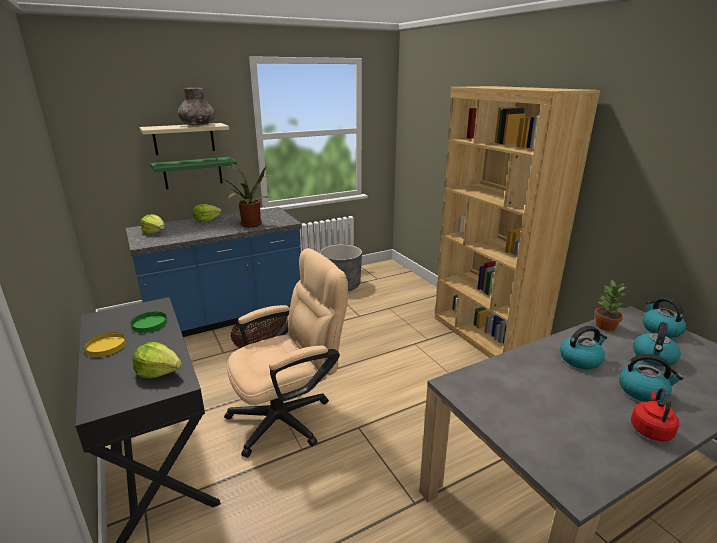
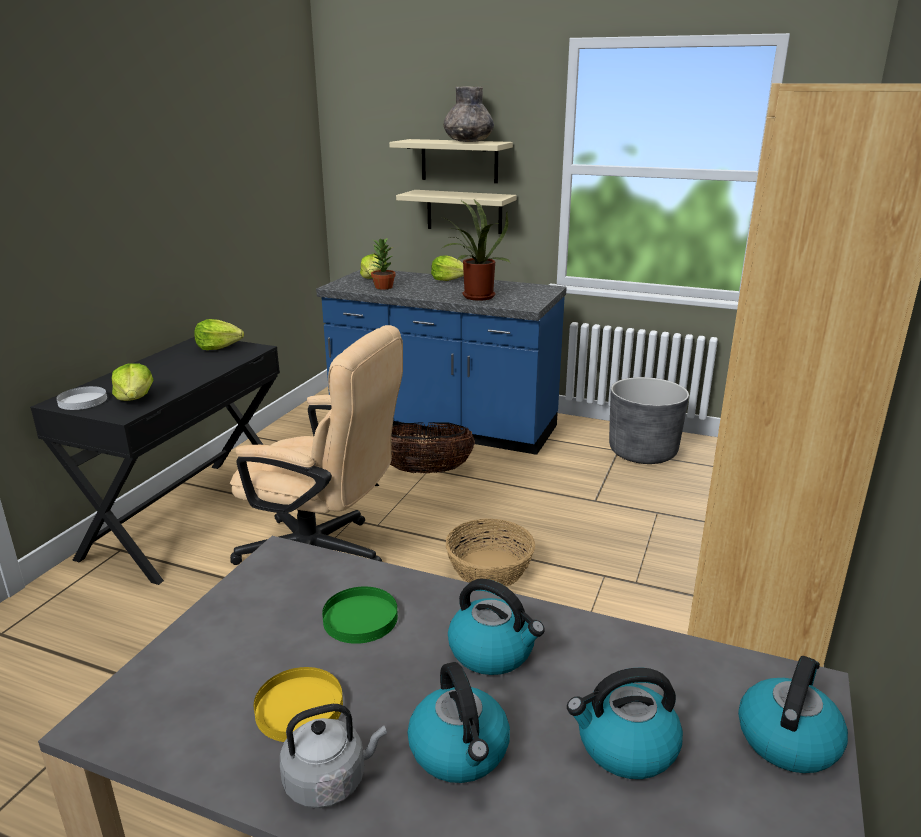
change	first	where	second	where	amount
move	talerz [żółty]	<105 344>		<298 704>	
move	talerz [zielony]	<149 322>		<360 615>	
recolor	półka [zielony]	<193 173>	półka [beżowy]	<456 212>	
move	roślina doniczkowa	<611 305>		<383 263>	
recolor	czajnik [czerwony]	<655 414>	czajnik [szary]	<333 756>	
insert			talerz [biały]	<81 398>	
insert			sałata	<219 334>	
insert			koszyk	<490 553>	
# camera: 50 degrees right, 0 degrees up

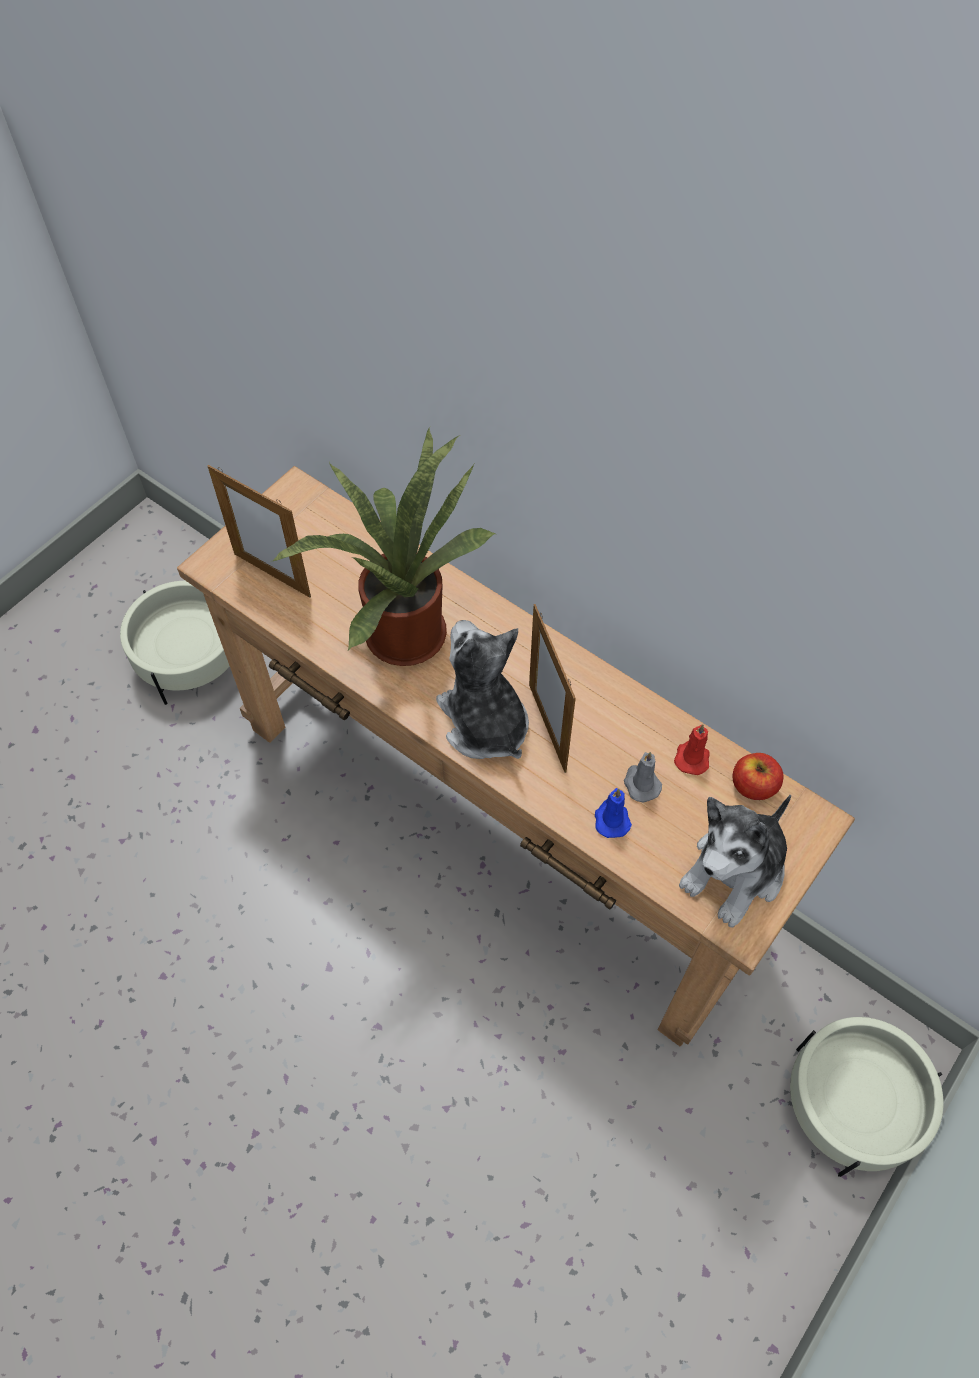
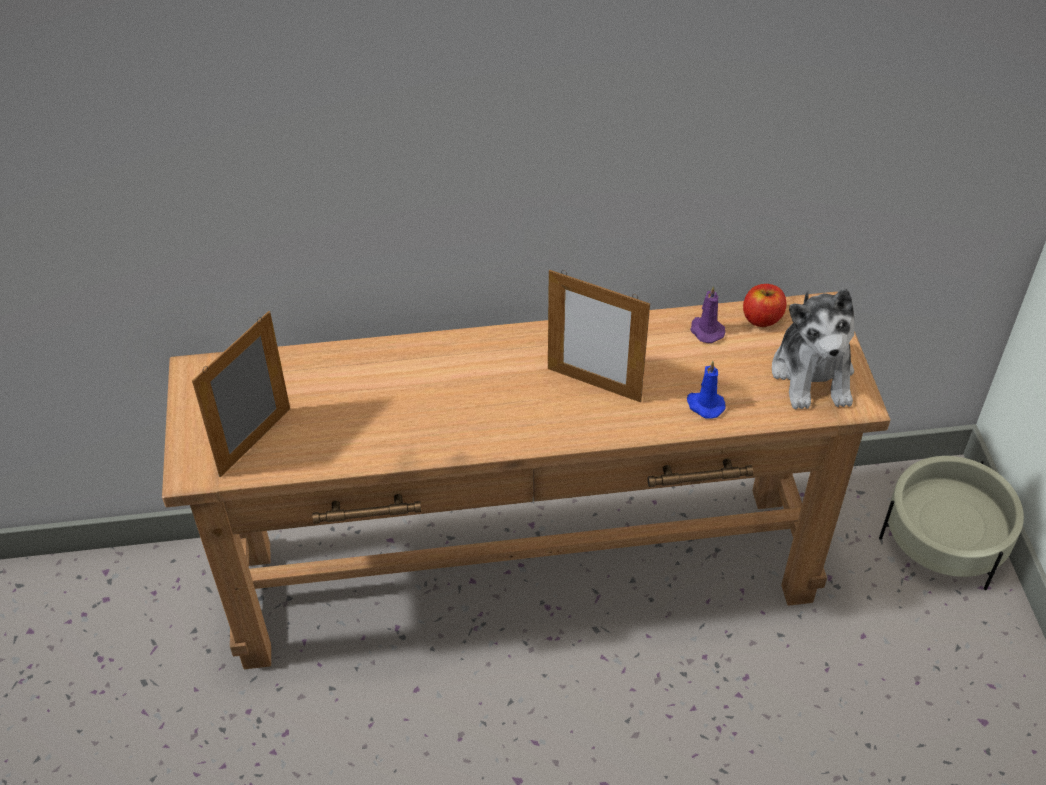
change	first	where	second	where	amount
delete	donica [beżowy]	<175 643>			
rotate	ramka na zdjęcie	<259 531>		<241 394>	135 degrees clockwise
delete	roślina doniczkowa	<384 546>			
delete	pluszak	<482 689>			
delete	świeca [szary]	<643 777>			
recolor	świeca [czerwony]	<691 749>	świeca [fioletowy]	<707 314>	
# camera: 45 degrees left, 10 degrees down

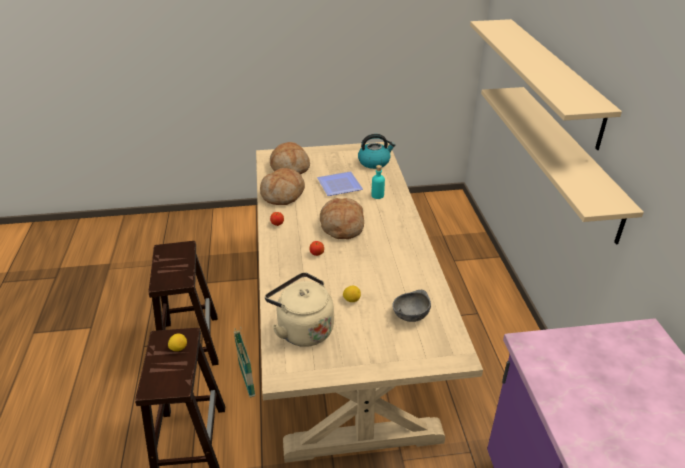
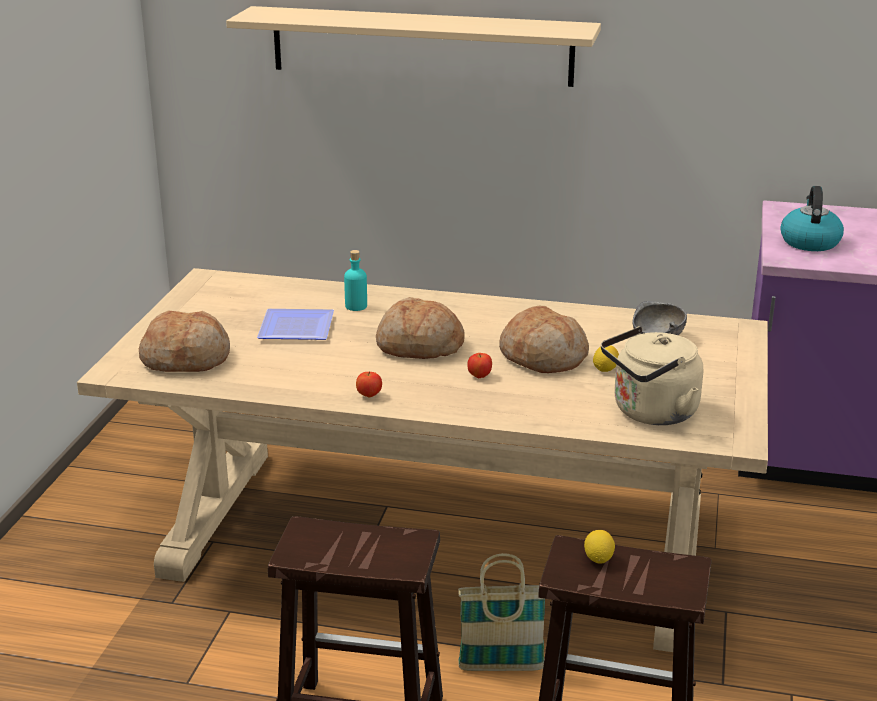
change	first	where	second	where	amount
move	chleb	<282 186>		<544 339>	
move	czajnik	<376 151>		<812 218>	
delete	półka [beżowy]	<562 165>			
# camera: 70 degrees left, 10 degrees down

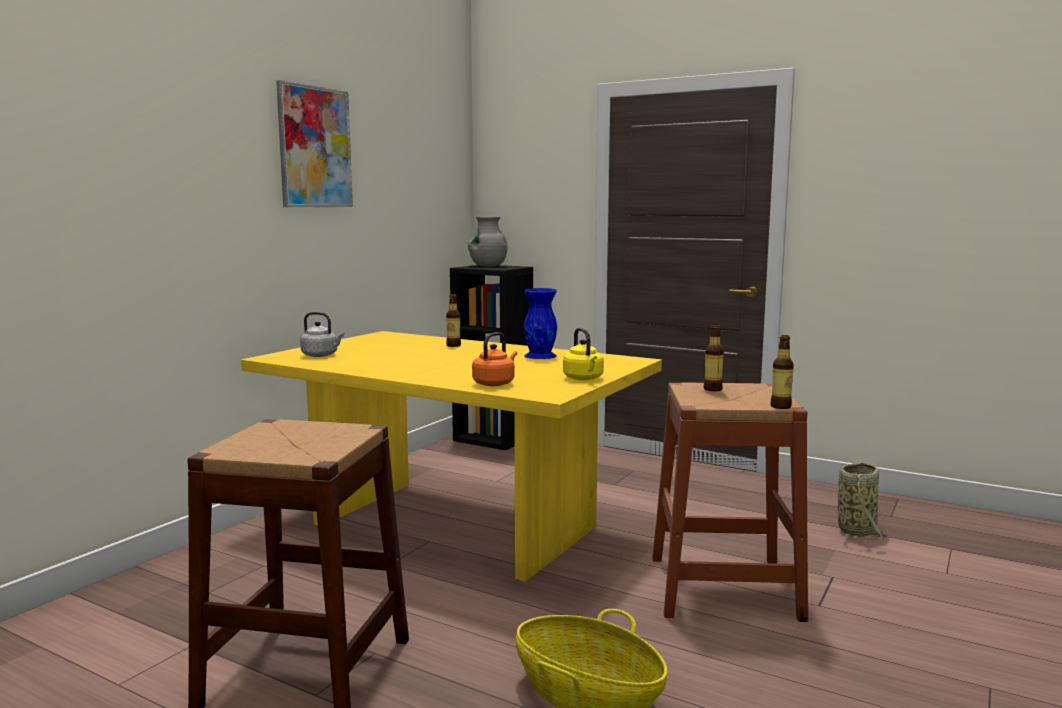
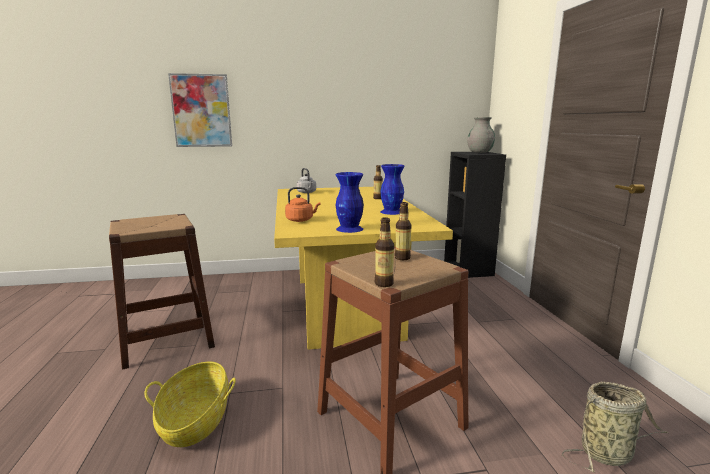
change	first	where	second	where	amount
move	obraz	<314 143>		<200 110>	
replace	czajnik [żółty]	<583 354>	wazon [niebieski]	<350 202>	
# camera: 50 degrees right, 5 degrees up

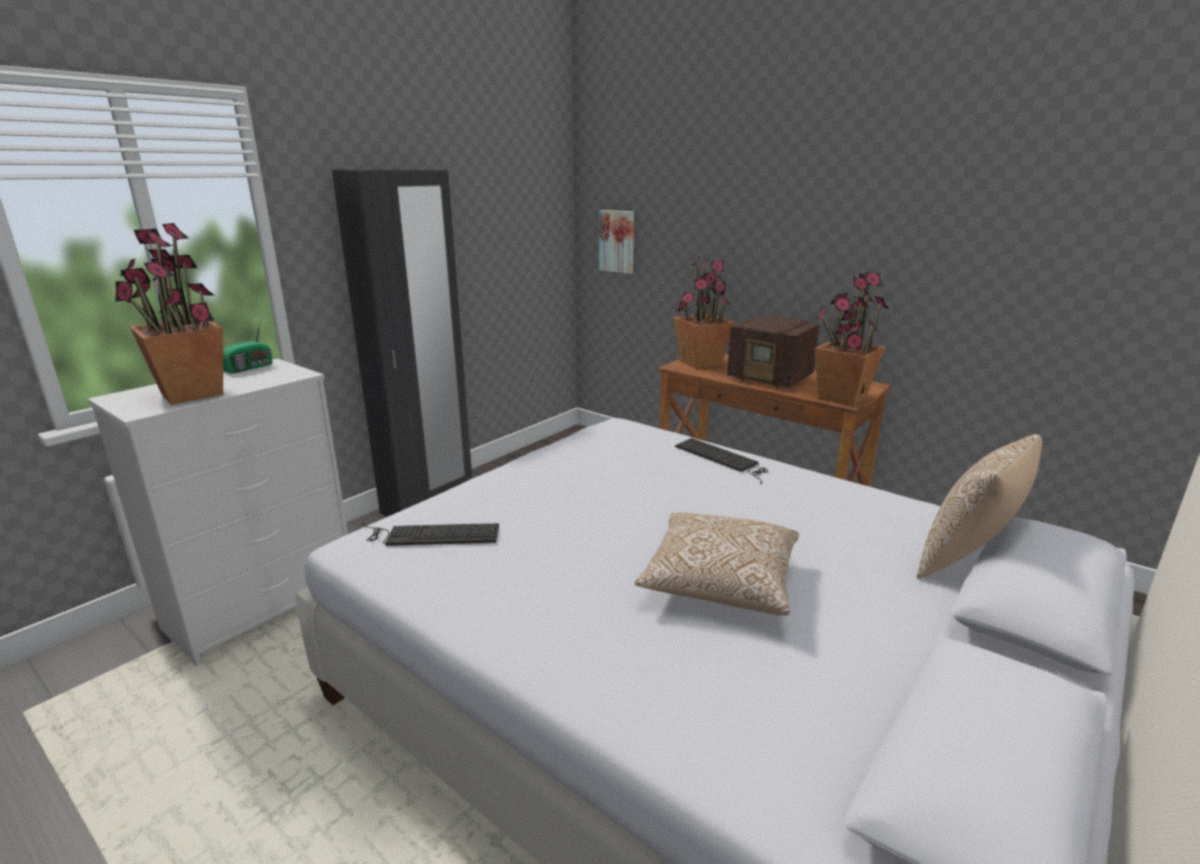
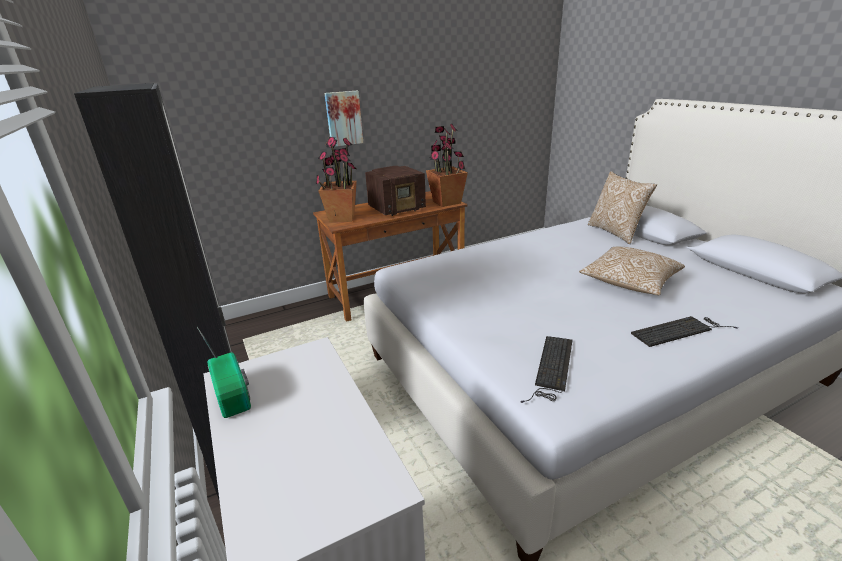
change	first	where	second	where	amount
delete	roślina doniczkowa	<169 314>			
move	obraz	<616 242>		<343 119>	
move	klawiatura	<722 461>		<684 331>	
# camera: 65 degrees left, 5 degrees up

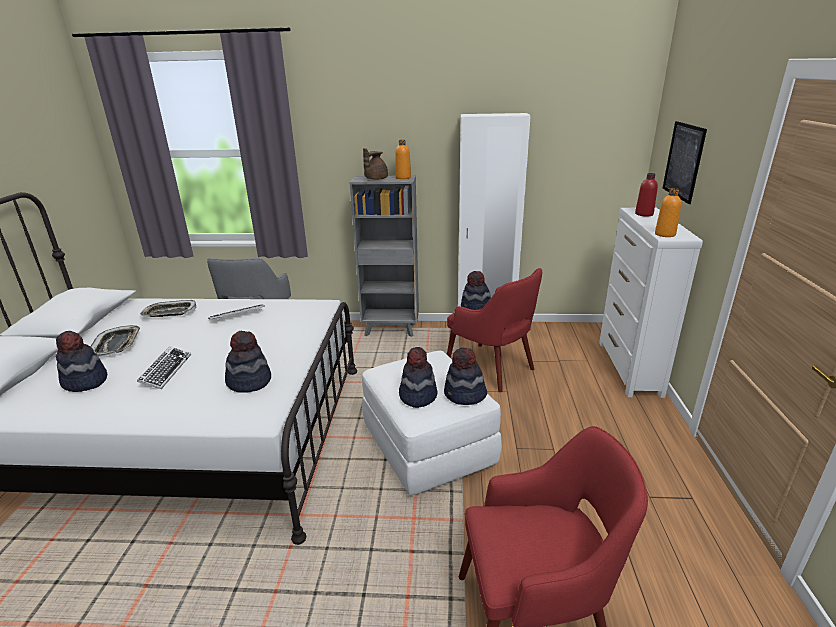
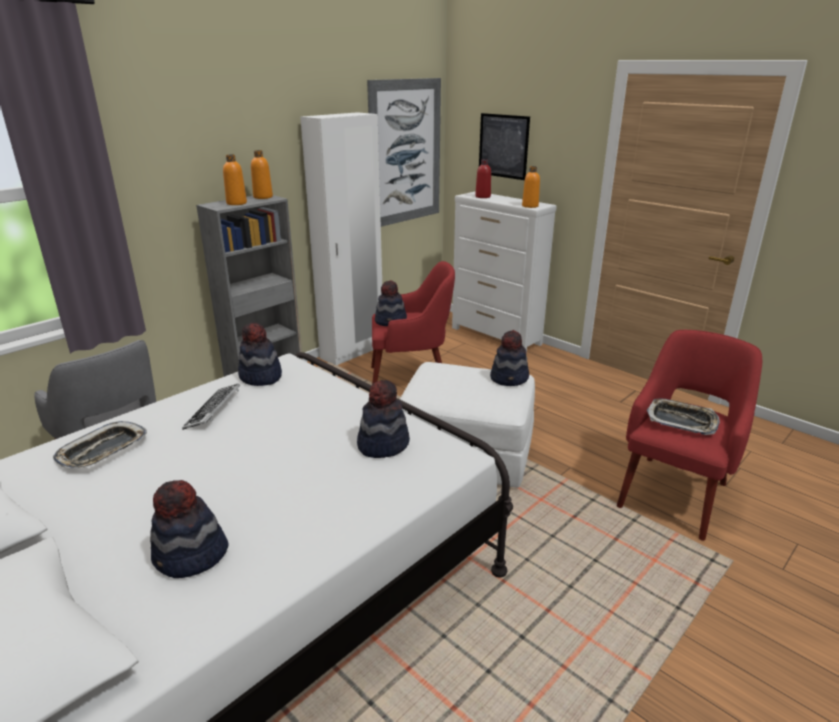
change	first	where	second	where	amount
move	taca	<115 340>		<683 417>	
delete	klawiatura	<164 367>			
replace	imbryk [brązowy]	<375 164>	butelka [pomarańczowy]	<235 179>	
move	kapelusz	<418 377>		<260 354>	
insert			obraz	<404 152>	
# camera: 50 degrees left, 0 degrees up

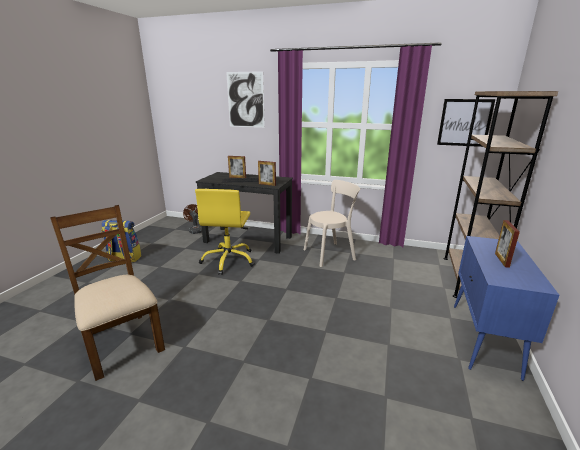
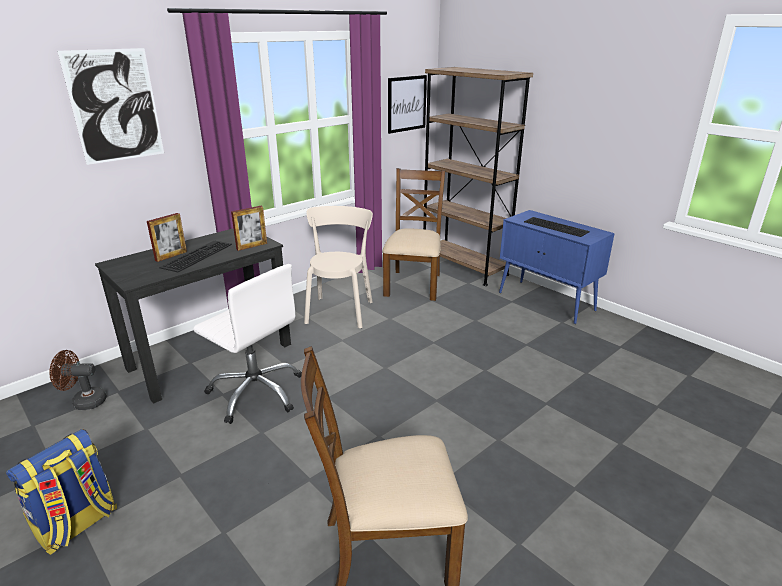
change	first	where	second	where	amount
recolor	krzesło biurowe [żółty]	<225 232>	krzesło biurowe [biały]	<247 344>	
replace	ramka na zdjęcie	<507 244>	klawiatura	<557 227>	
insert			krzesło [brązowy]	<413 234>	
# camera: 60 degrees left, 5 degrees up

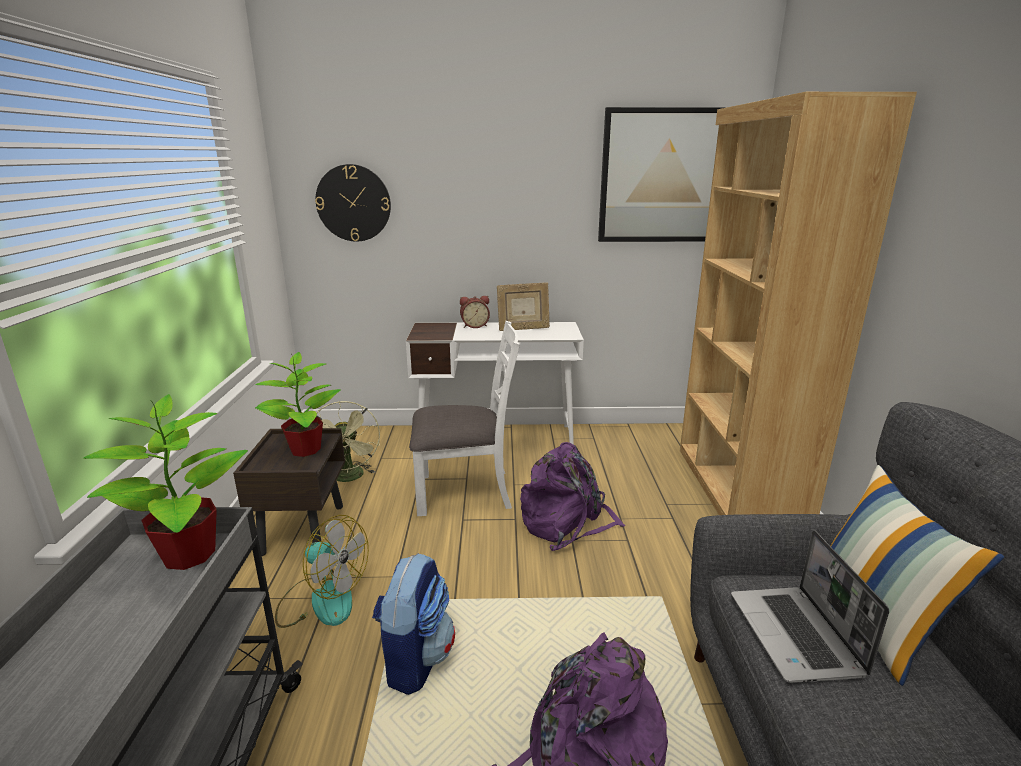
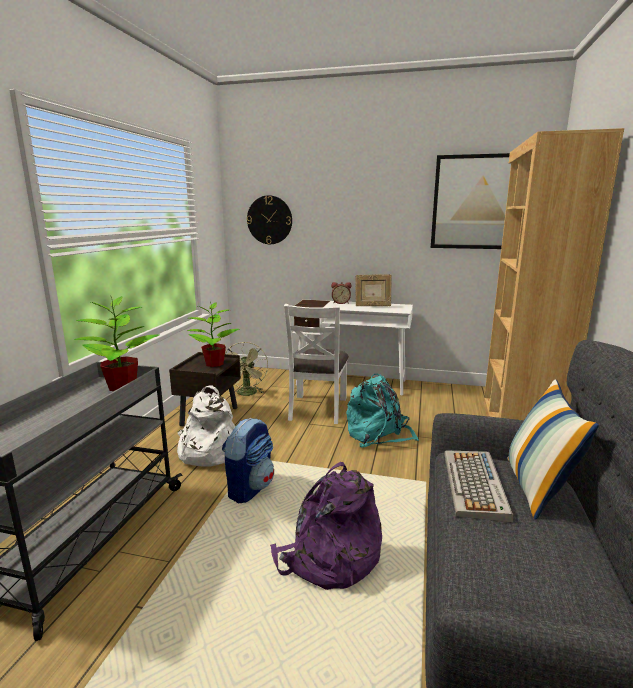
change	first	where	second	where	amount
replace	wentylator	<322 571>	plecak [biały]	<206 426>	
rotate	krzesło [biały]	<464 418>		<316 364>	90 degrees clockwise
recolor	plecak [fioletowy]	<572 496>	plecak [turkusowy]	<382 411>	
replace	laptop	<810 606>	klawiatura	<478 486>	
# camera: 15 degrees right, 5 degrees down

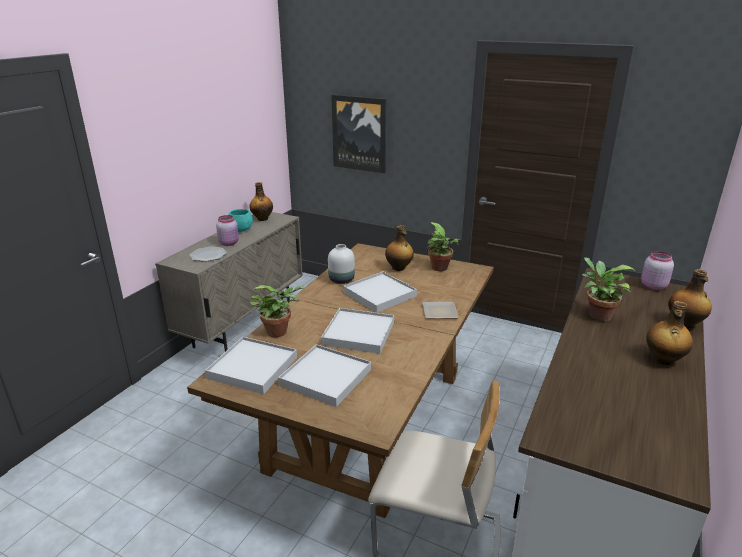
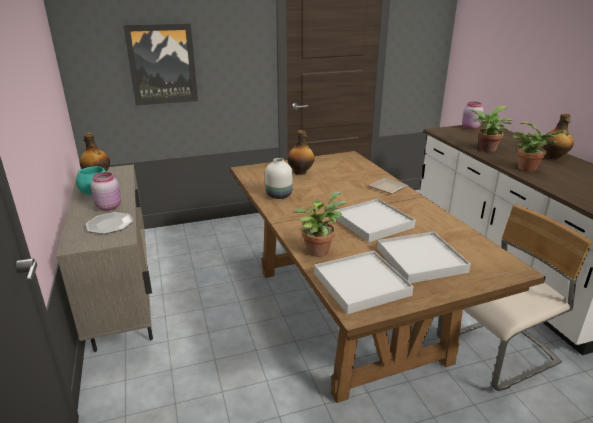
change	first	where	second	where	amount
delete	taca [biały]	<380 292>			
move	roślina doniczkowa	<444 246>		<539 147>	
delete	butelka	<690 298>			
# camera: 45 degrees left, 0 degrees up

